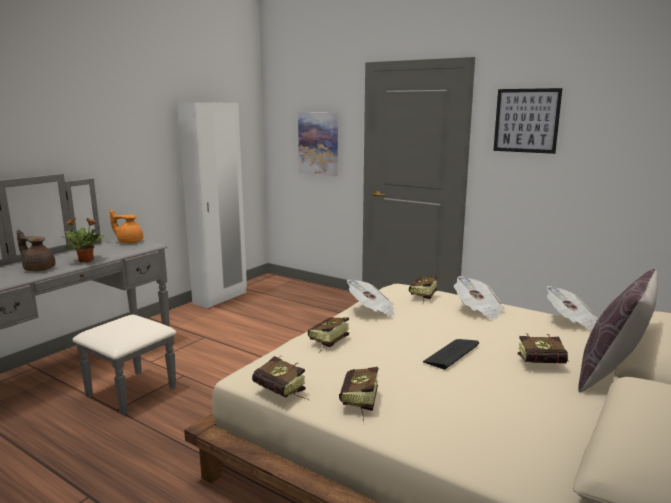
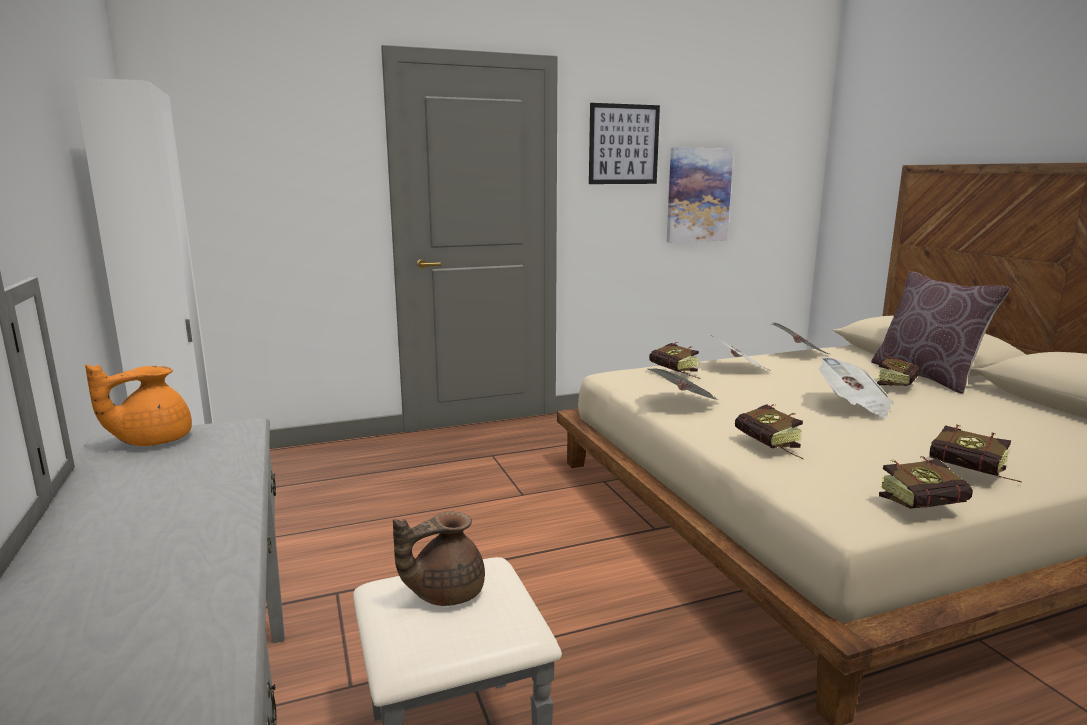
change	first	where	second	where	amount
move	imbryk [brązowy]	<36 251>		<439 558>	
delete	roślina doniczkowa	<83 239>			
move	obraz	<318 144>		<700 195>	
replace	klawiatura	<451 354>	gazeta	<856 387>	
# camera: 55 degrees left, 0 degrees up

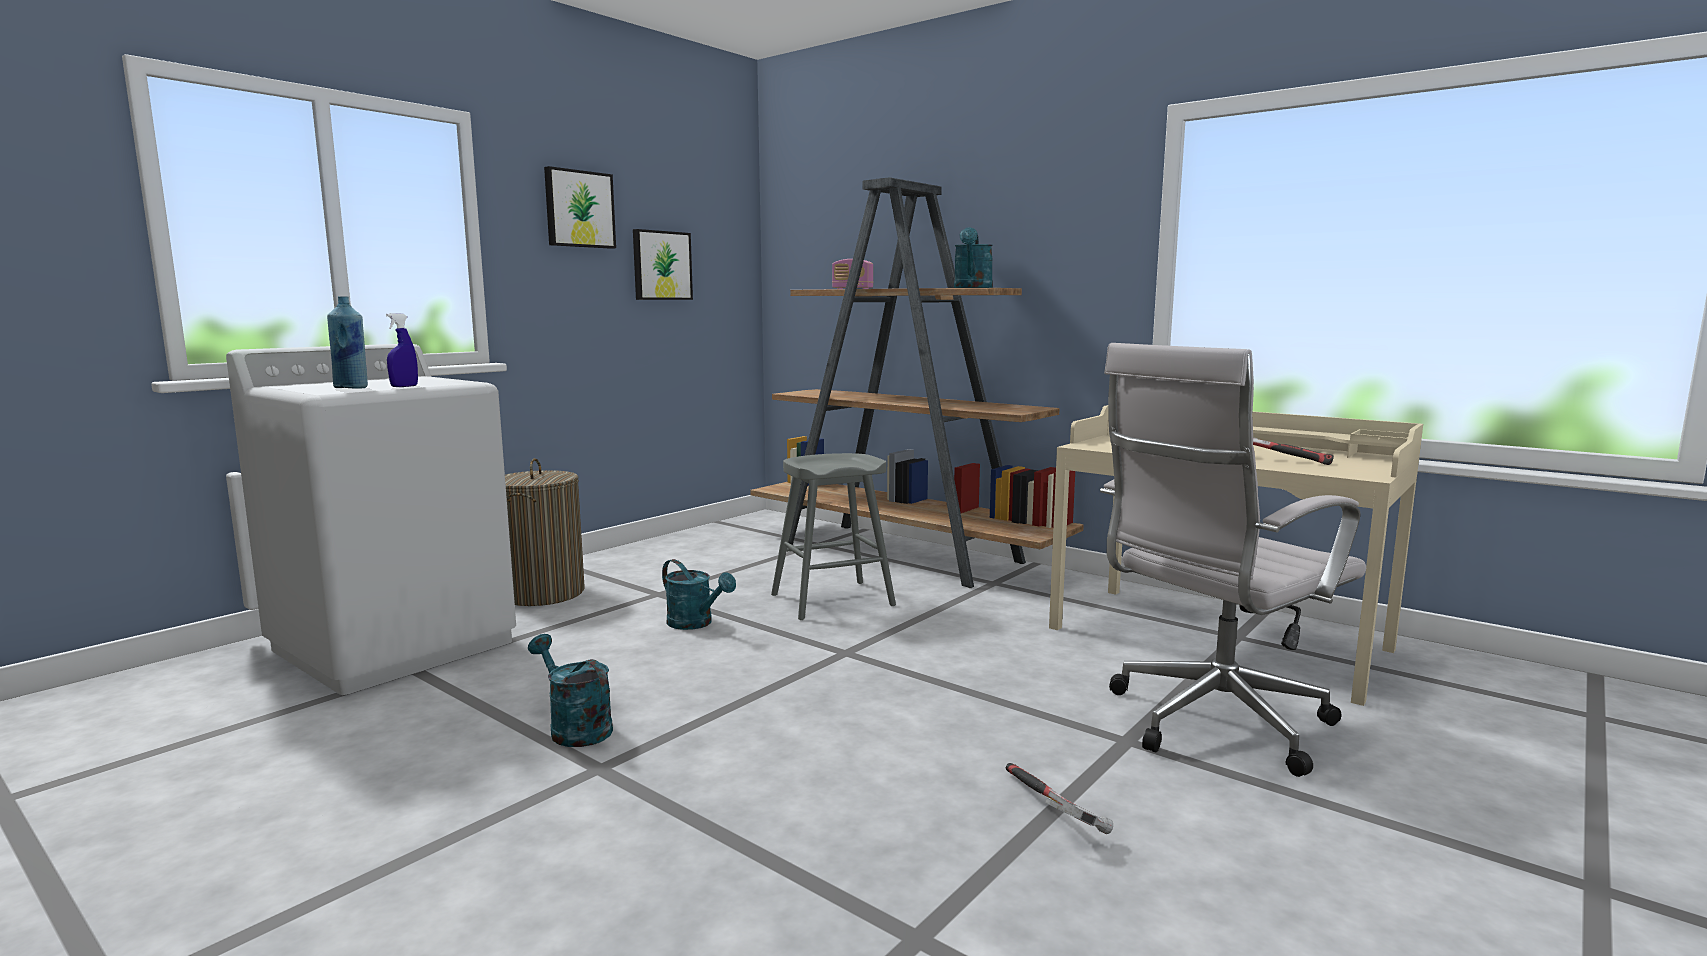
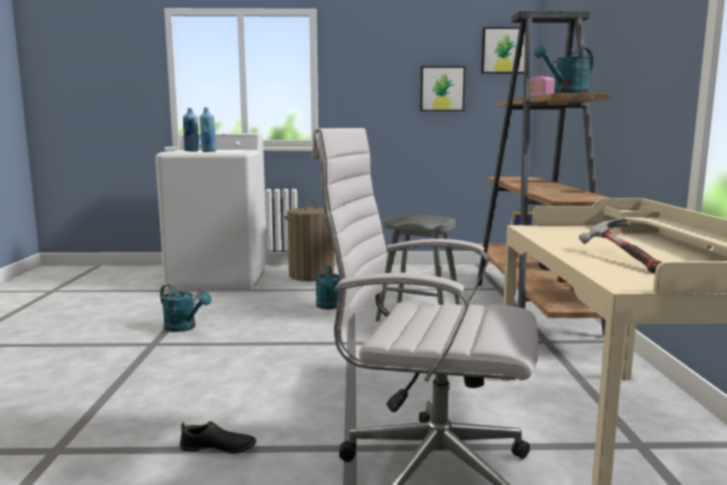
change	first	where	second	where	amount
replace	spryskiwacz [niebieski]	<402 350>	butelka [niebieski]	<207 130>	
rotate	konewka [turkusowy]	<570 690>		<185 308>	120 degrees clockwise
move	obraz	<580 207>		<503 50>	
replace	młotek	<1059 798>	but [czarny]	<218 437>	
# camera: 50 degrees right, 0 degrees up

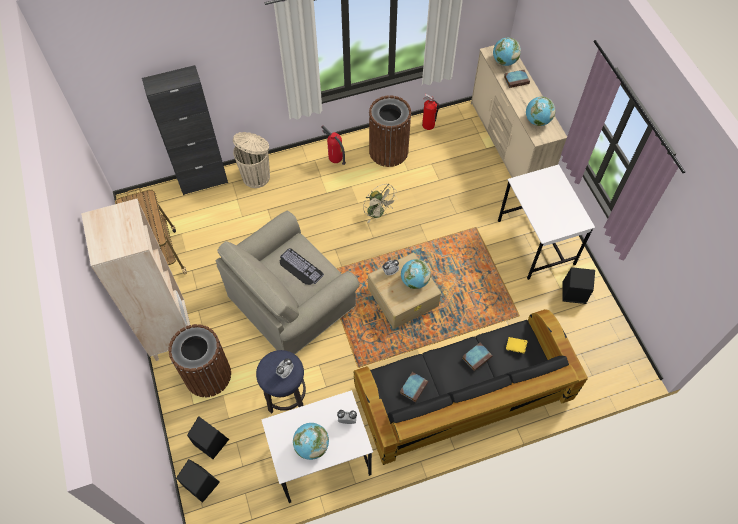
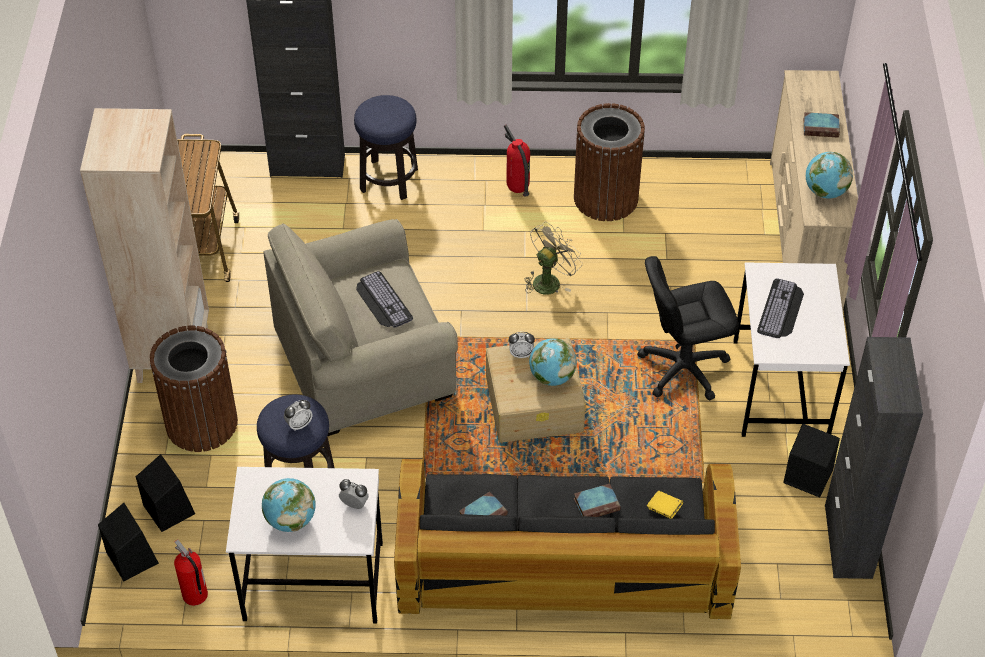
change	first	where	second	where	amount
replace	kosz na śmieci [beżowy]	<251 160>	stołek	<386 147>	
rotate	wentylator [beżowy]	<380 203>		<554 258>	120 degrees counterclockwise
move	gaśnica	<430 112>		<191 572>	
delete	globus	<507 51>			
insert			krzesło biurowe [czarny]	<688 328>	
insert			klawiatura	<780 308>	
insert			szafka [czarny]	<874 458>	
# camera: 20 degrees right, 10 degrees down

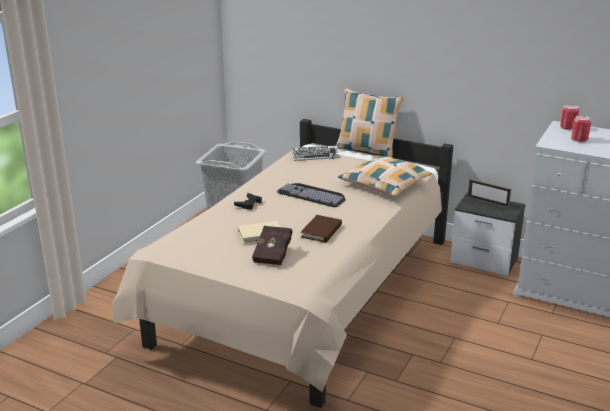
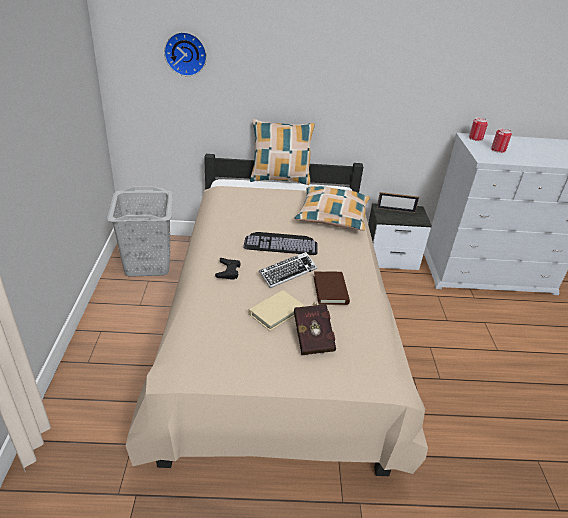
change	first	where	second	where	amount
move	klawiatura	<316 153>		<288 270>	
insert			zegar ścienny	<185 54>	
# camera: 30 degrees left, 10 degrees up

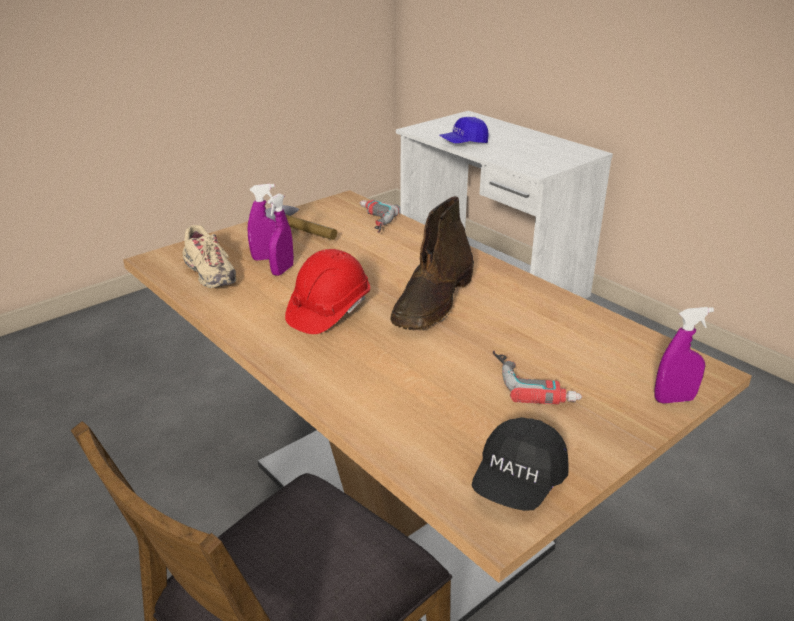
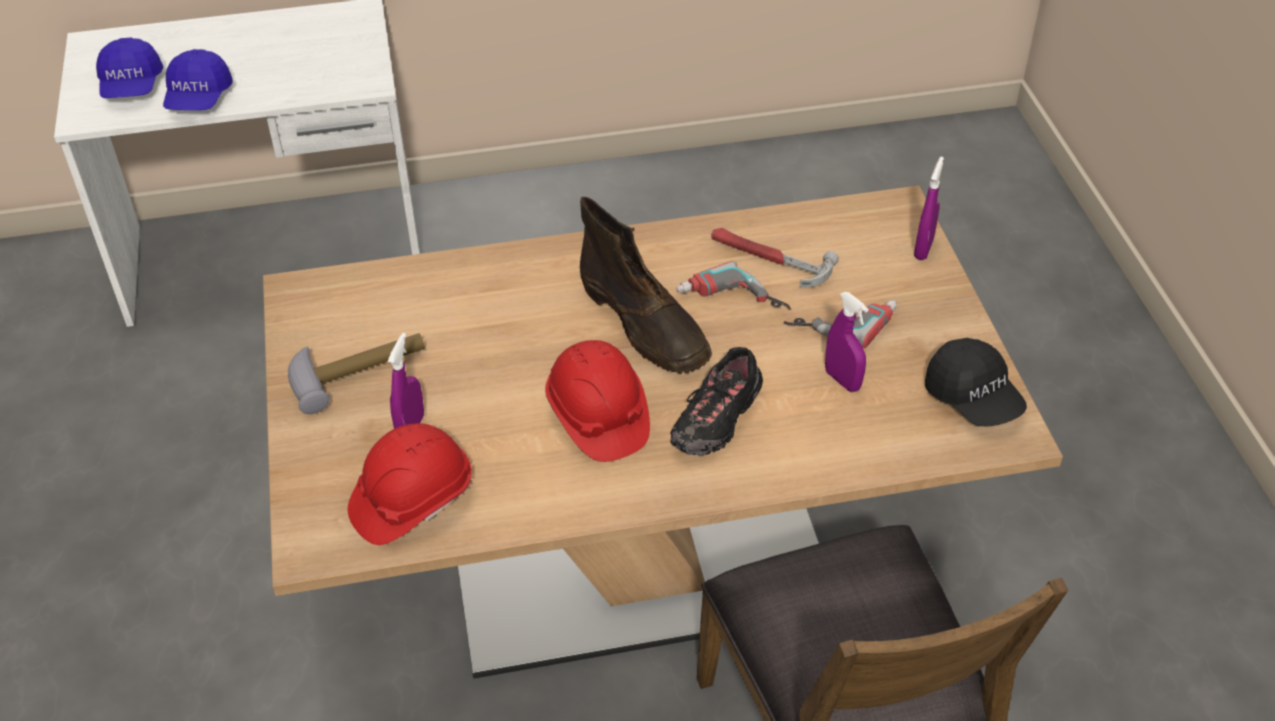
change	first	where	second	where	amount
replace	but [beżowy]	<209 256>	kask [czerwony]	<410 484>	
move	spryskiwacz [fioletowy]	<280 234>		<847 342>	
move	wiertarka	<379 216>		<733 285>	
insert			czapka z daszkiem [niebieski]	<129 67>	
insert			but [czarny]	<716 401>	
insert			młotek	<775 258>	
# camera: 60 degrees left, 15 degrees up

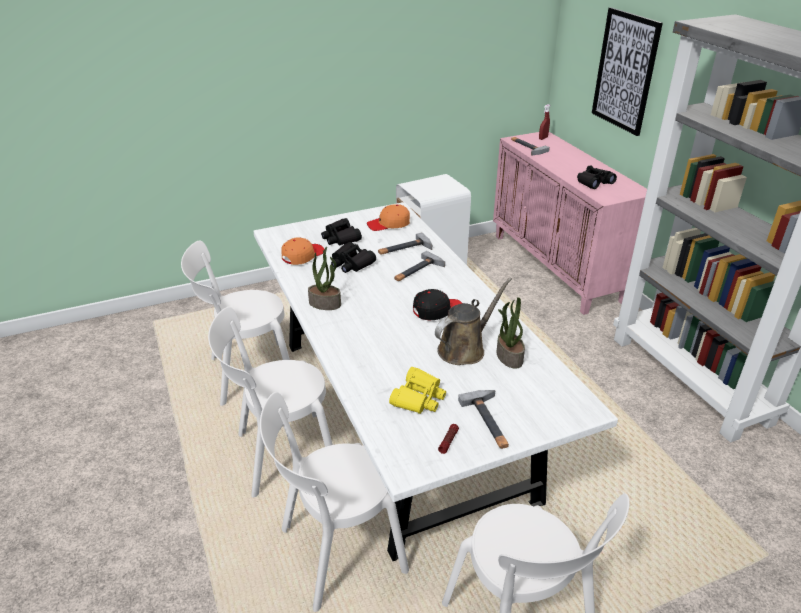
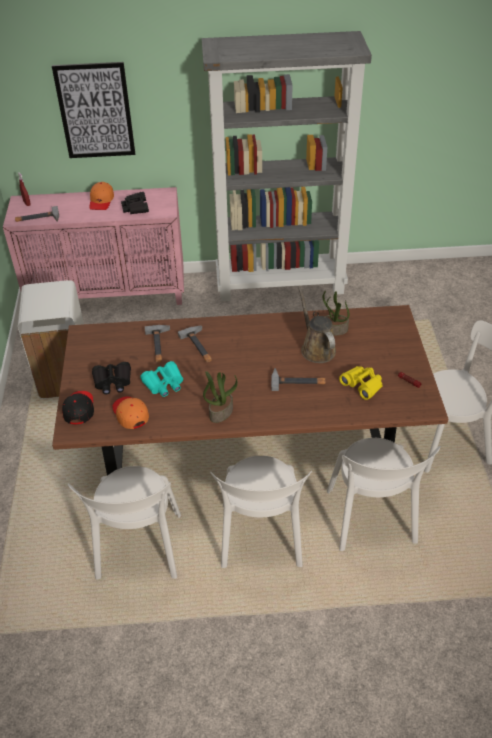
change	first	where	second	where	amount
recolor	stół jadalny [biały]	<435 381>	stół jadalny [brązowy]	<250 390>	
recolor	lornetka [czarny]	<353 257>	lornetka [turkusowy]	<161 379>	
move	czapka z daszkiem [pomarańczowy]	<388 217>		<102 196>	
move	czapka z daszkiem [czarny]	<437 304>		<78 407>	
move	młotek	<483 419>		<298 379>	
# camera: 70 degrees left, 10 degrees up

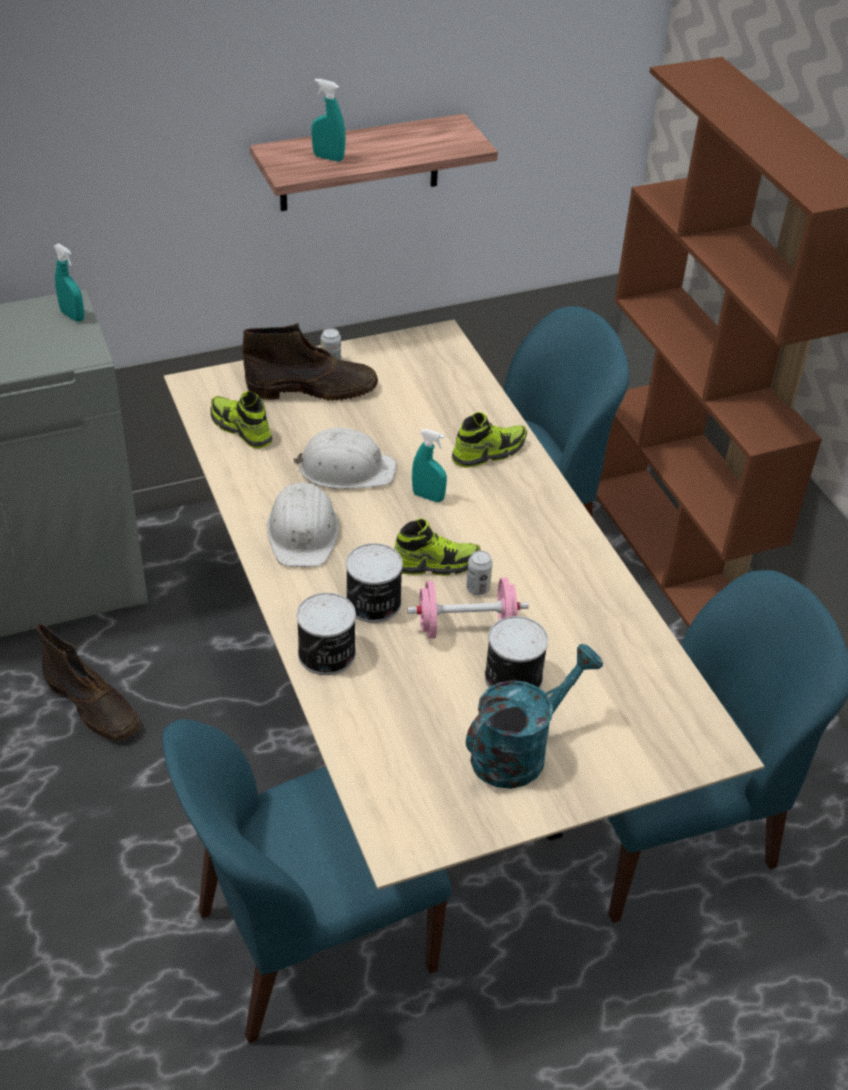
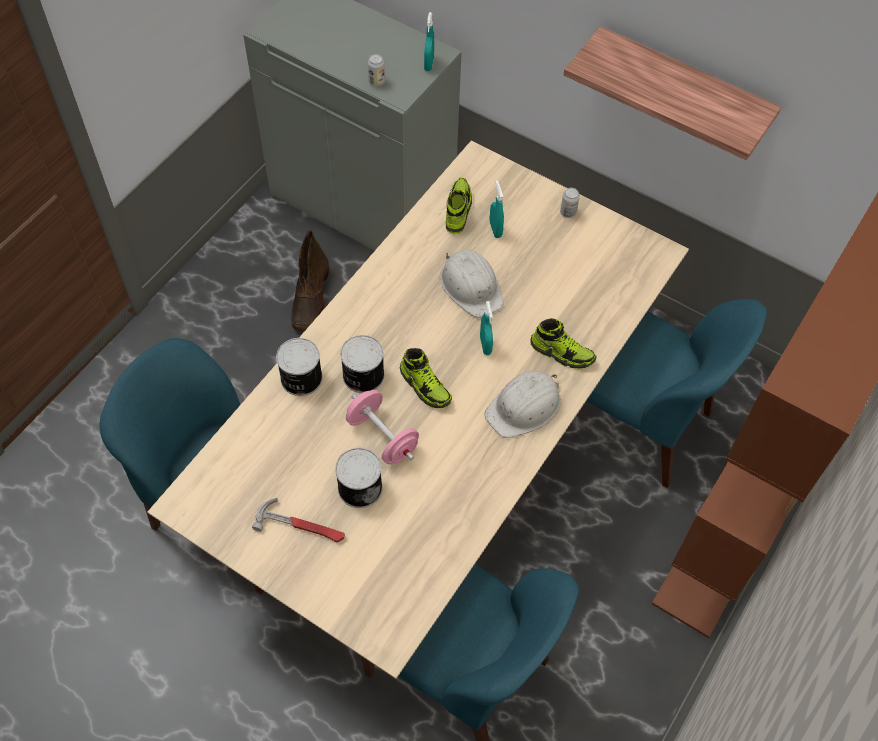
change	first	where	second	where	amount
delete	but z cholewką [brązowy]	<310 362>			
move	kask [biały]	<303 524>		<523 404>	
move	spryskiwacz [turkusowy]	<328 120>		<497 209>	
move	puszka	<479 573>		<376 70>	
replace	konewka [turkusowy]	<534 716>	młotek	<298 520>	
# camera: 55 degrees right, 15 degrees up

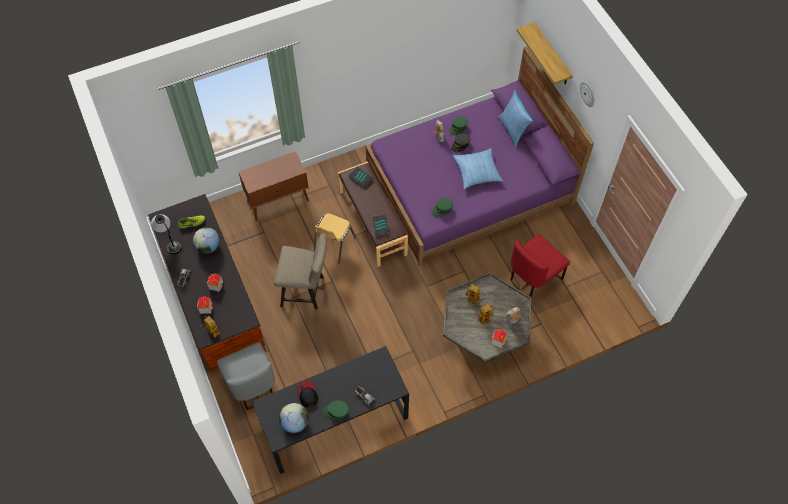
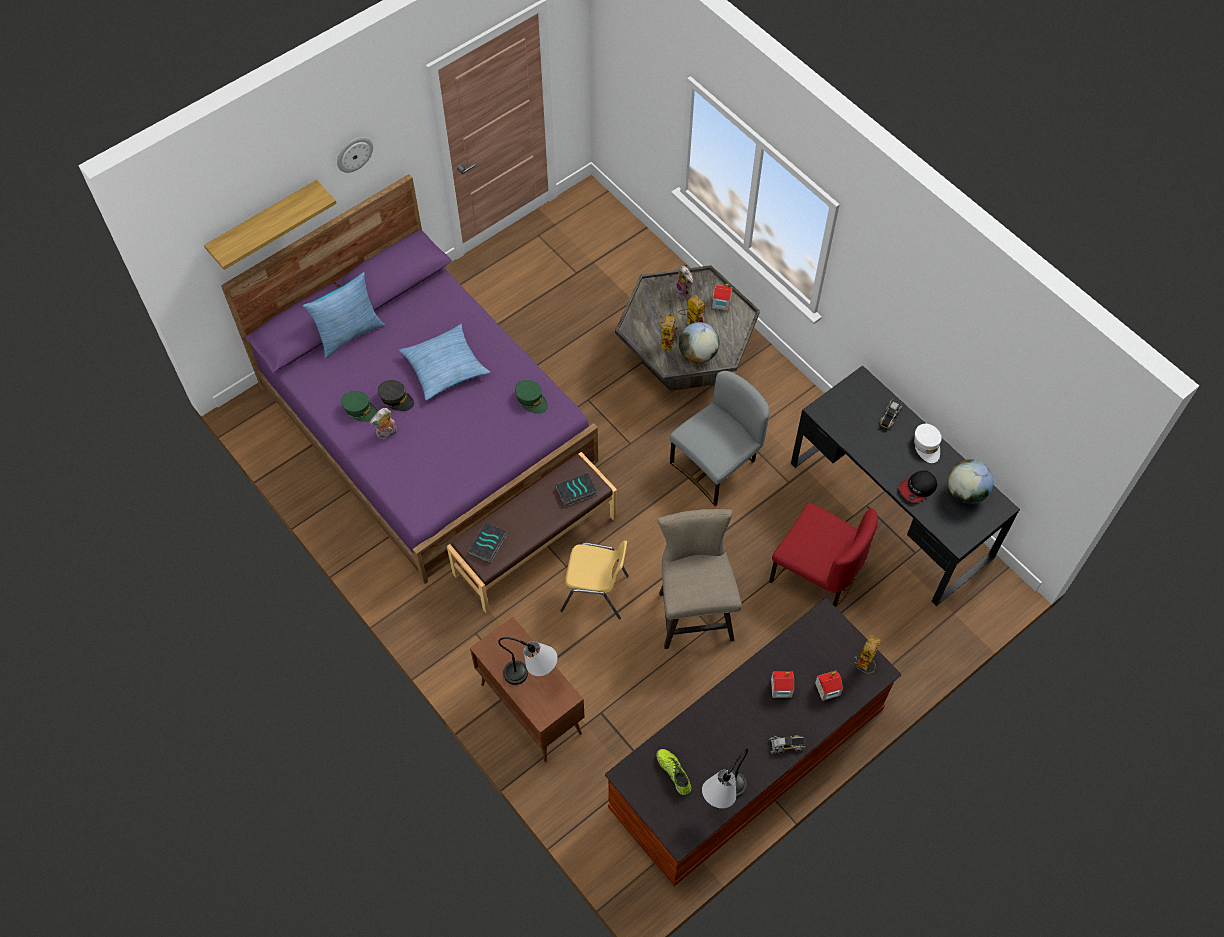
change	first	where	second	where	amount
move	globus	<206 240>		<699 342>	
move	krzesło [szary]	<246 376>		<719 438>	
recolor	czapka z daszkiem [zielony]	<335 410>	czapka z daszkiem [biały]	<928 443>	
move	krzesło [czerwony]	<540 265>		<823 555>	
insert			lampa stołowa	<527 661>	
# camera: 105 degrees left, 0 degrees up

